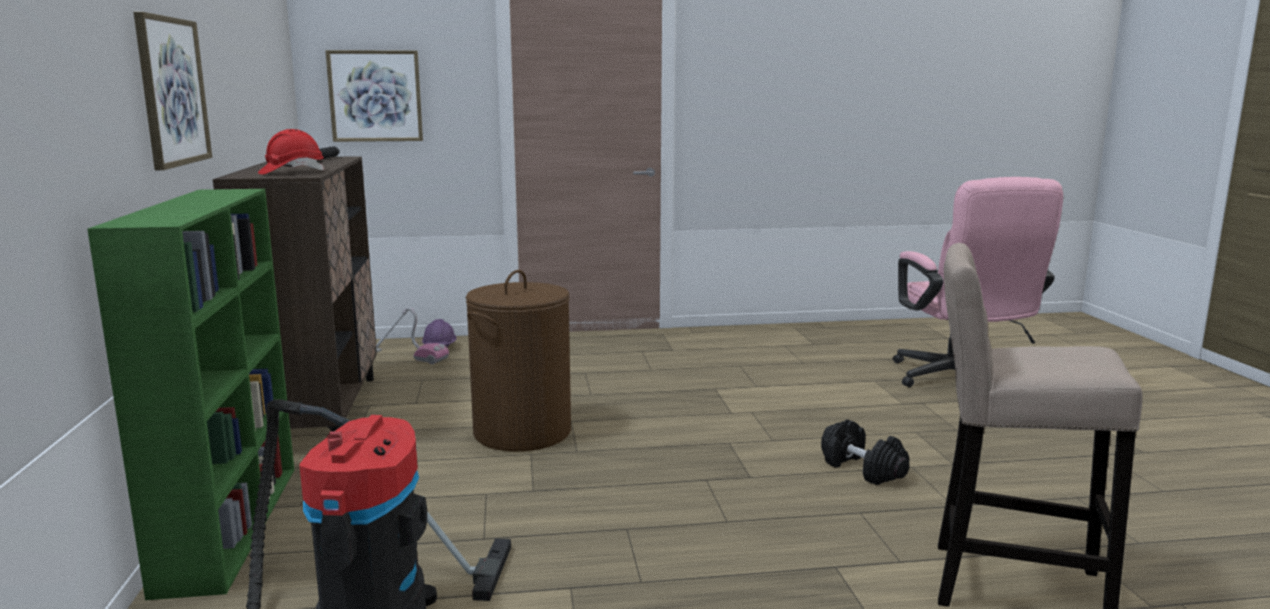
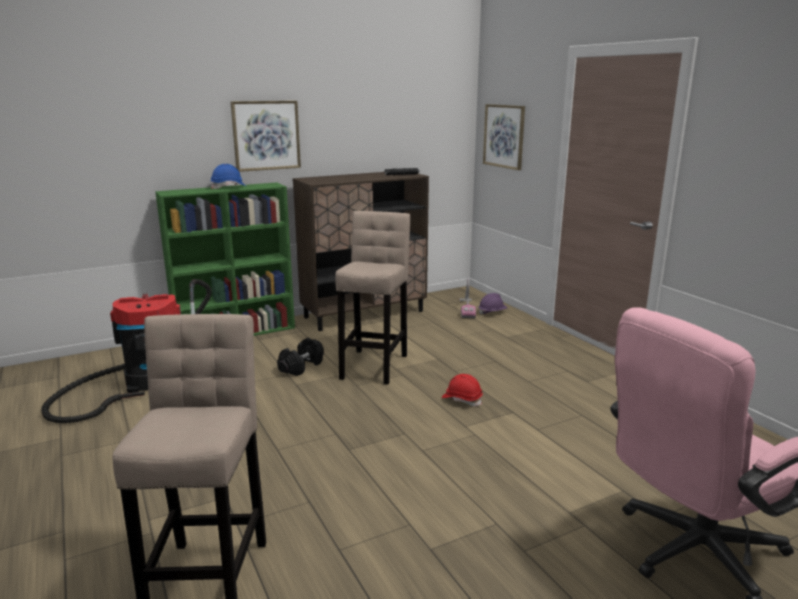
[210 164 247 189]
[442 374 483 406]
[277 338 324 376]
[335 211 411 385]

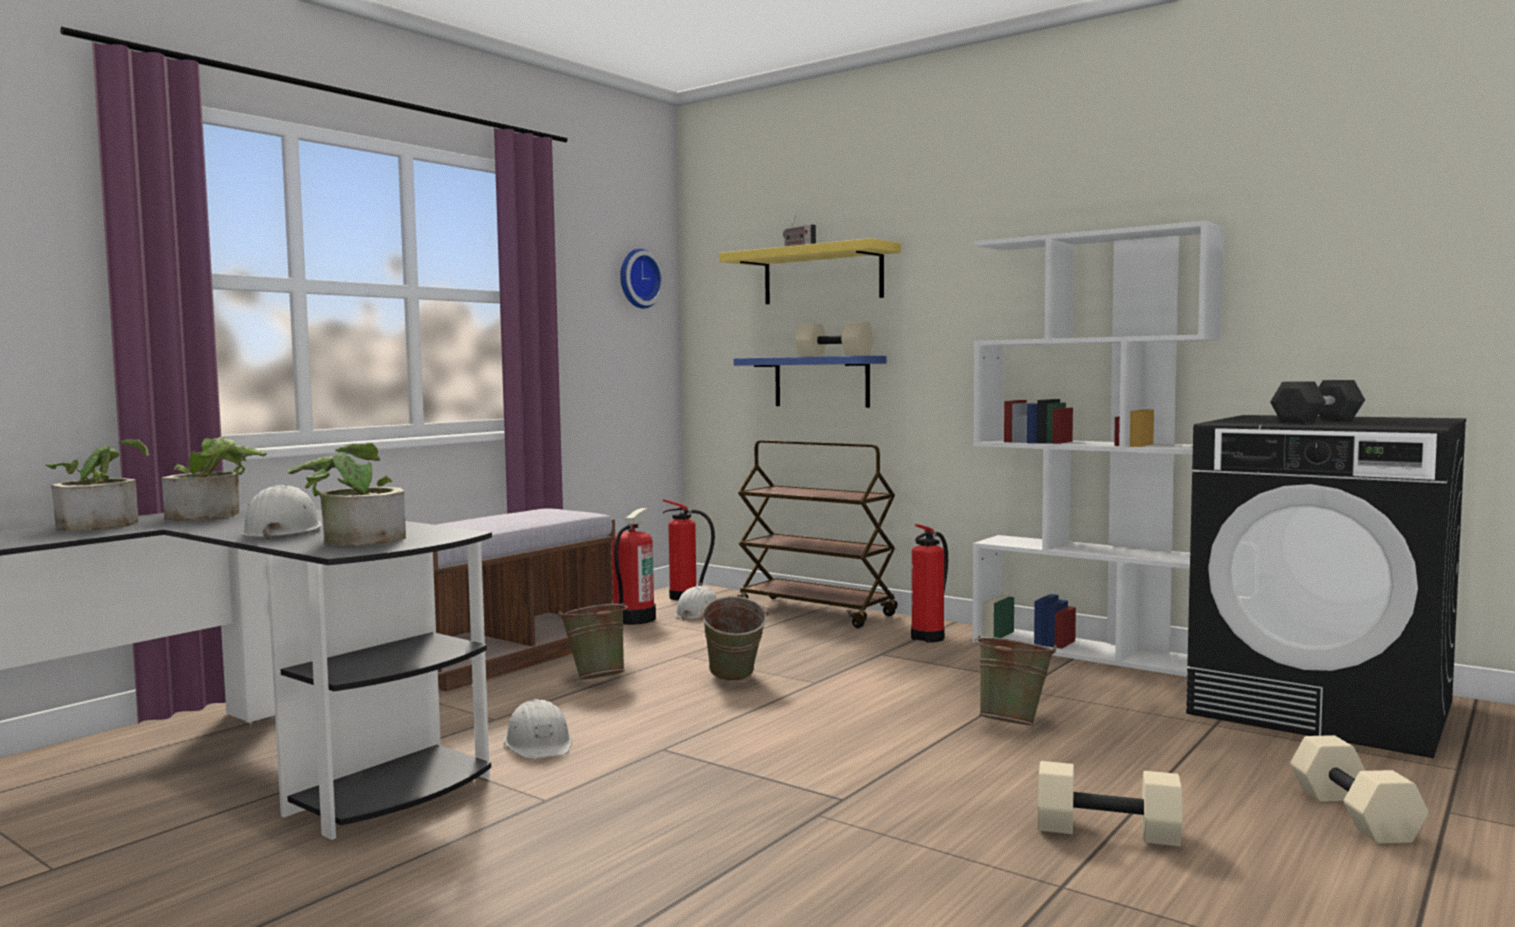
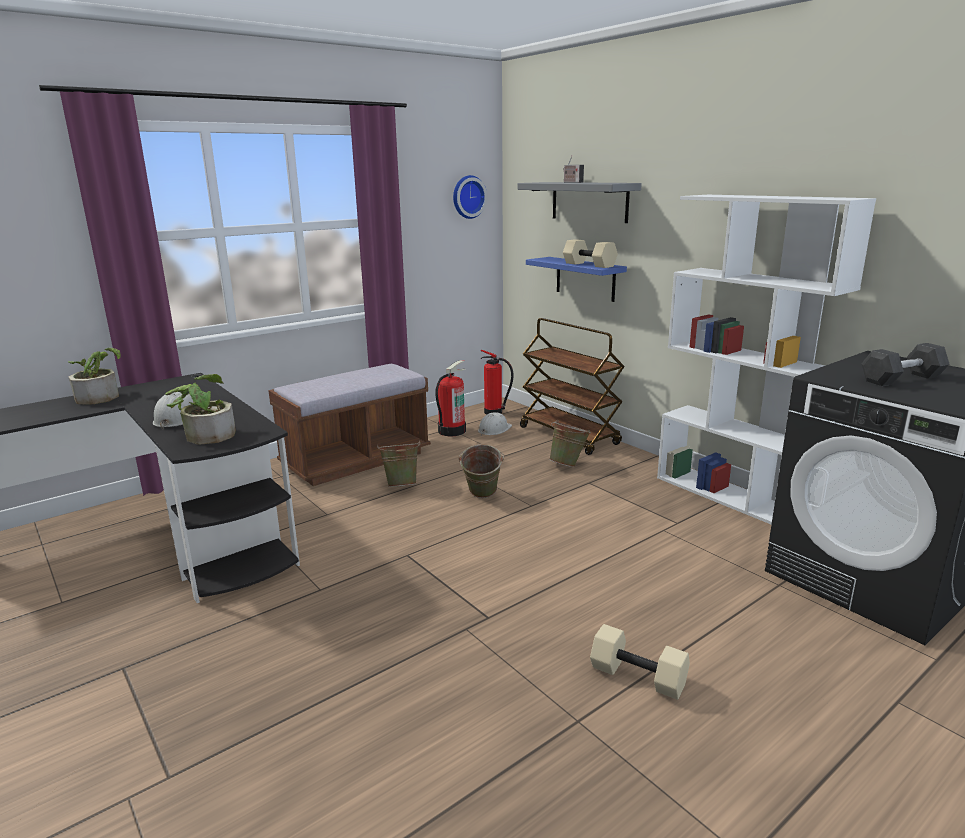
[162 437 267 521] (first image)
[504 699 572 759] (first image)
[911 524 948 642] (first image)
[1290 735 1428 844] (first image)
[549 420 591 467]
[517 182 642 223]

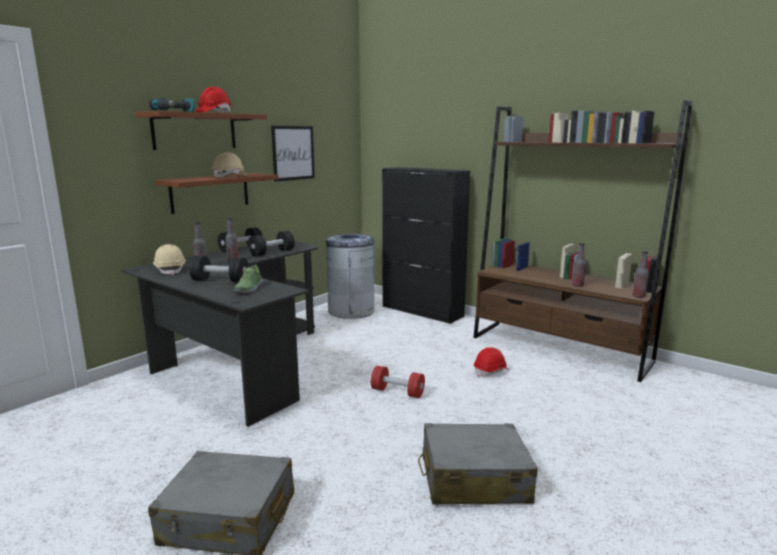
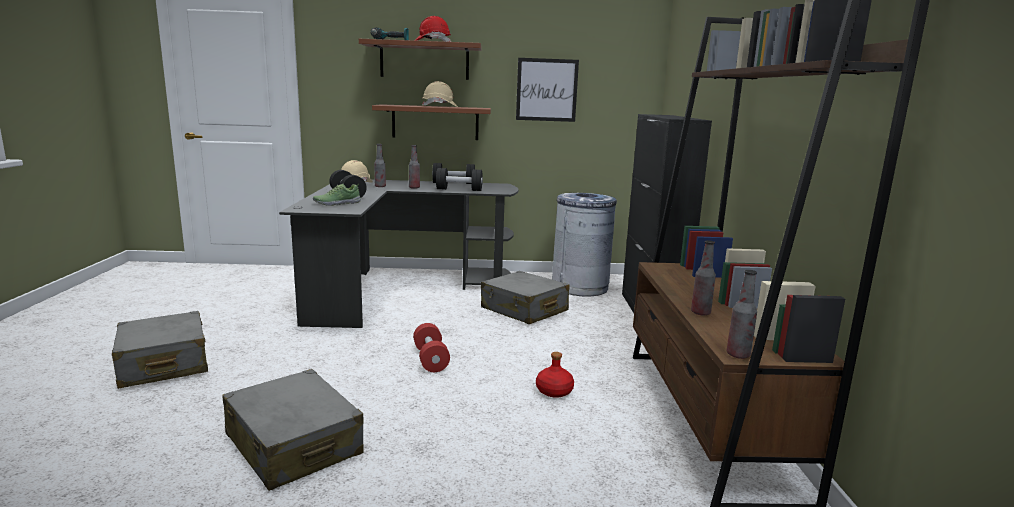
[481 271 569 324]
[536 352 574 398]

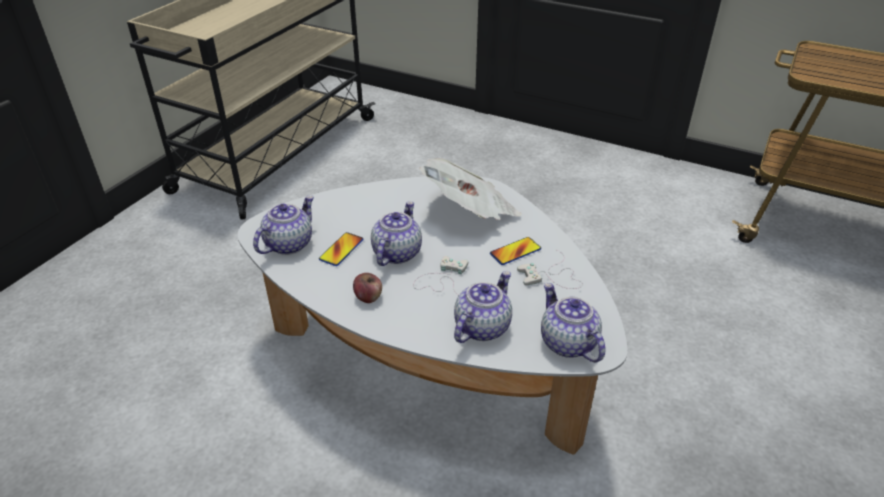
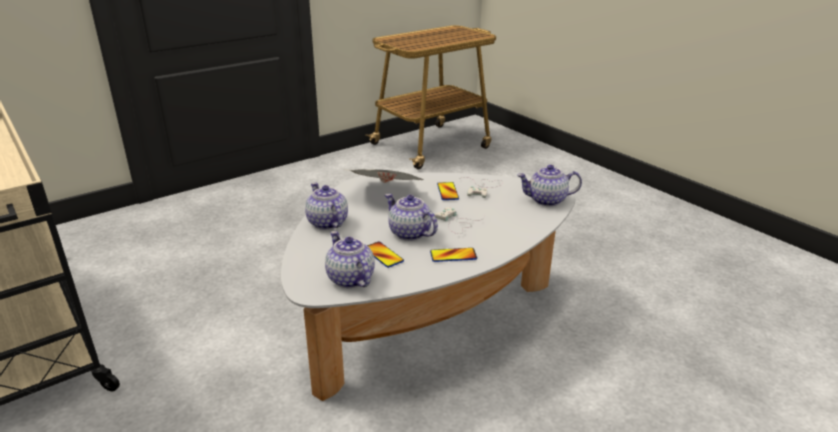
[305 182 348 230]
[430 248 477 262]

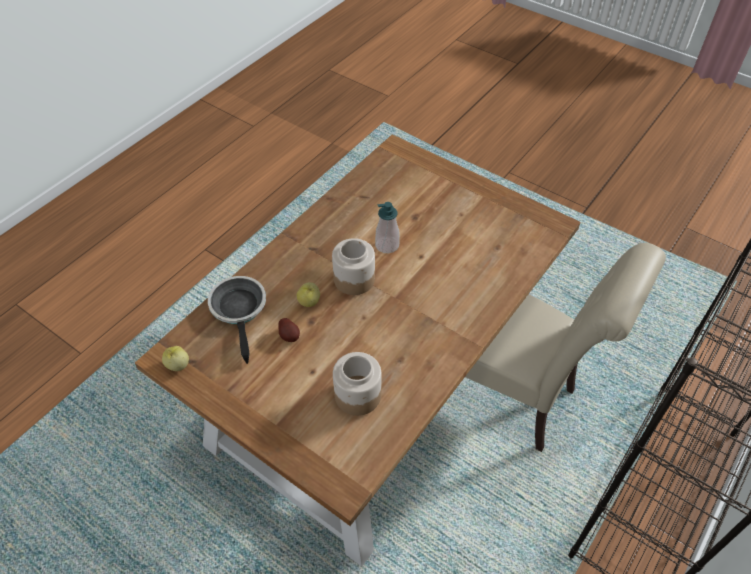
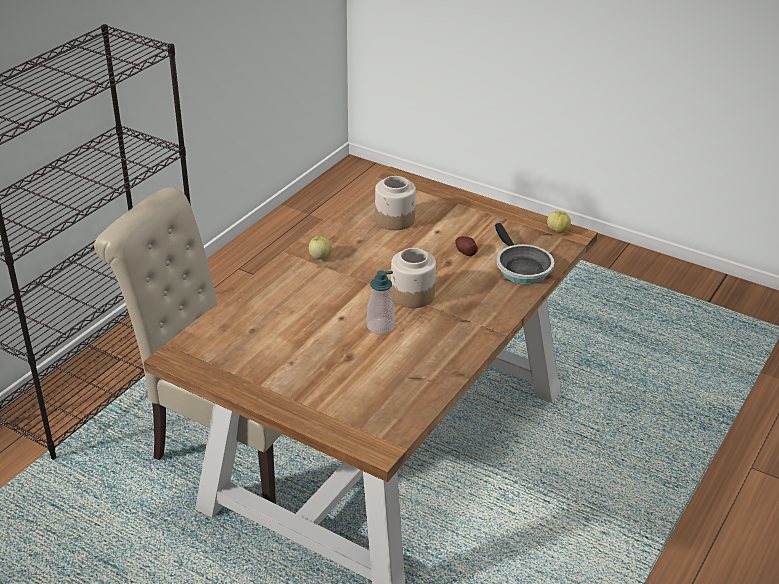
[309 236 332 260]

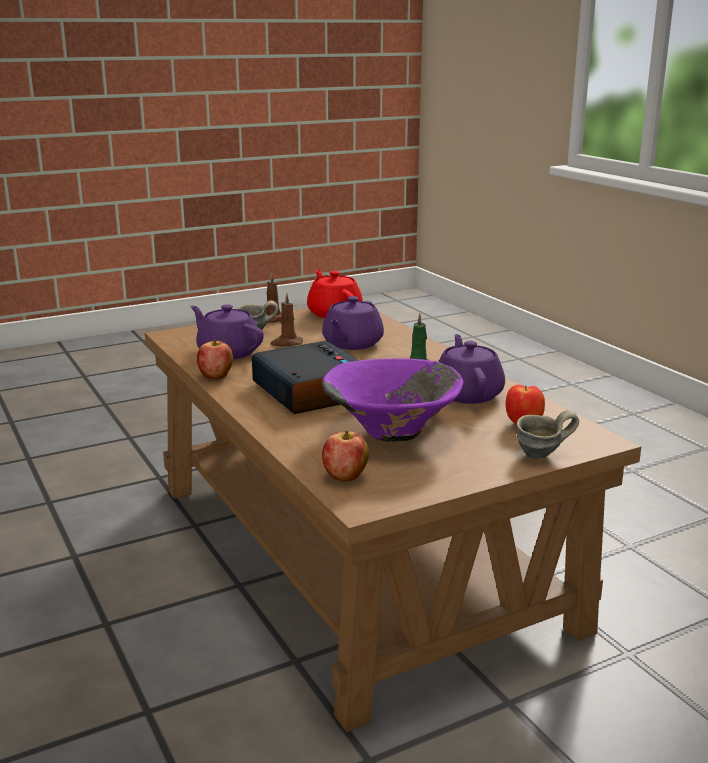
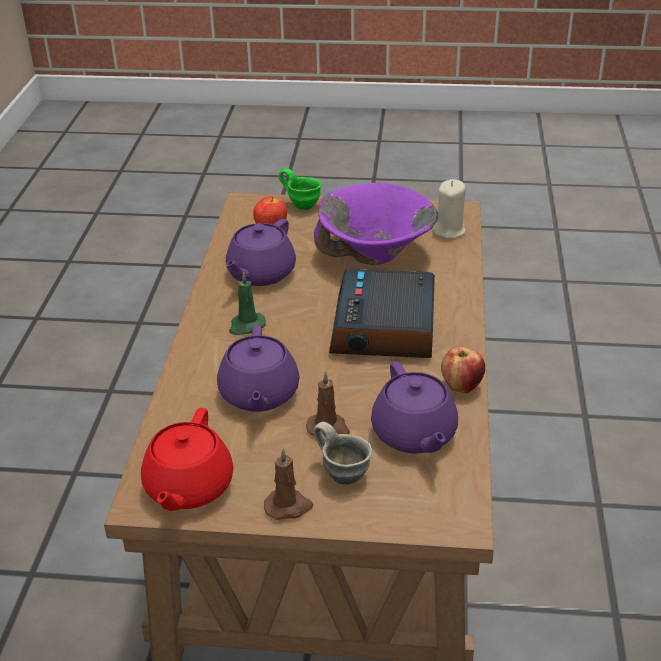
[432 179 466 239]
[279 168 322 210]
[217 325 300 412]

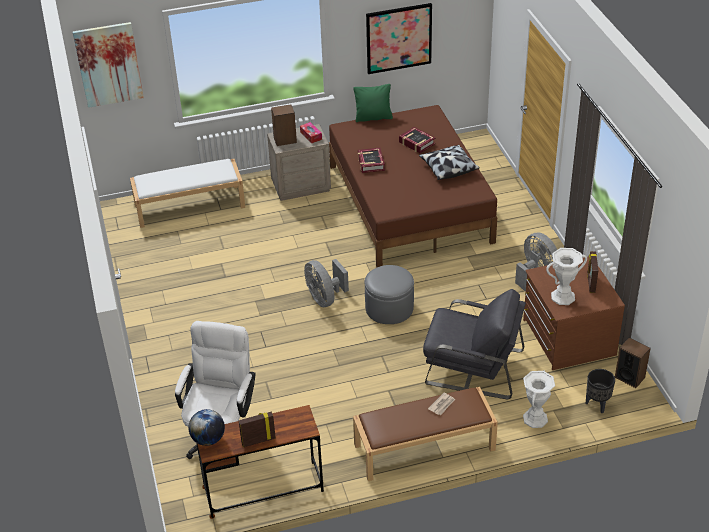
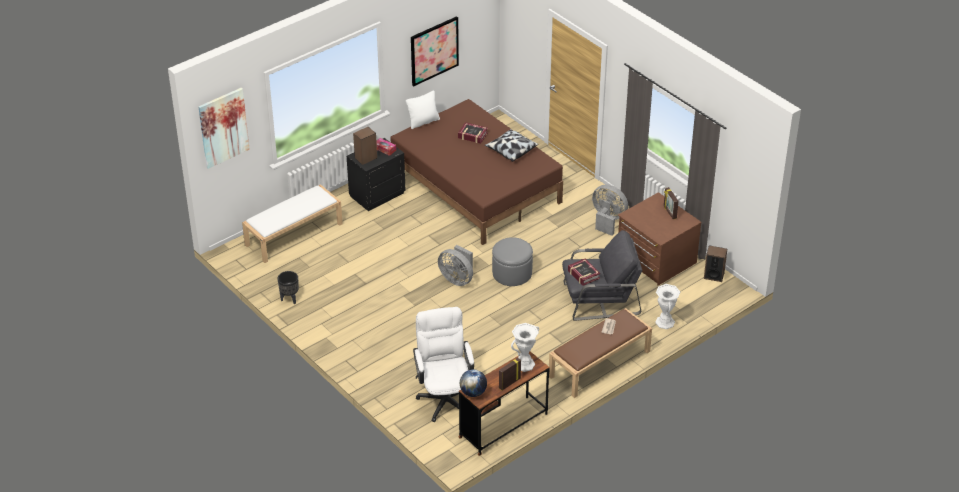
[568 258 600 286]
[511 323 539 372]
[277 271 299 304]
[347 138 406 211]
[406 91 440 129]

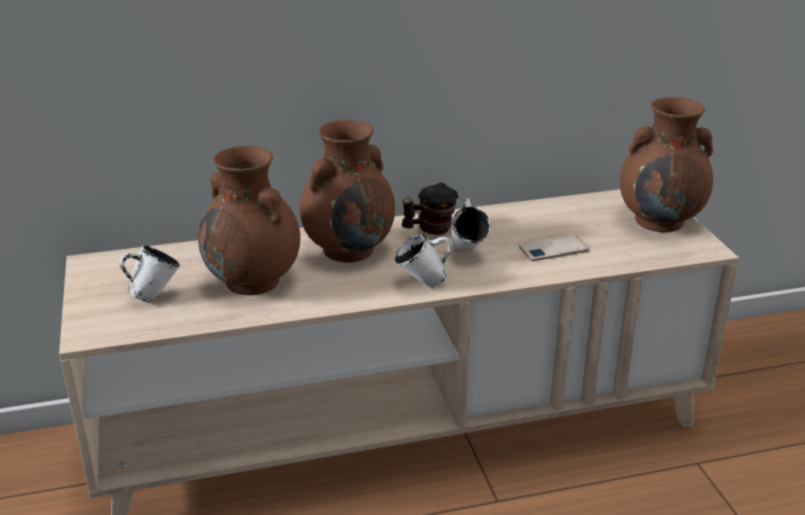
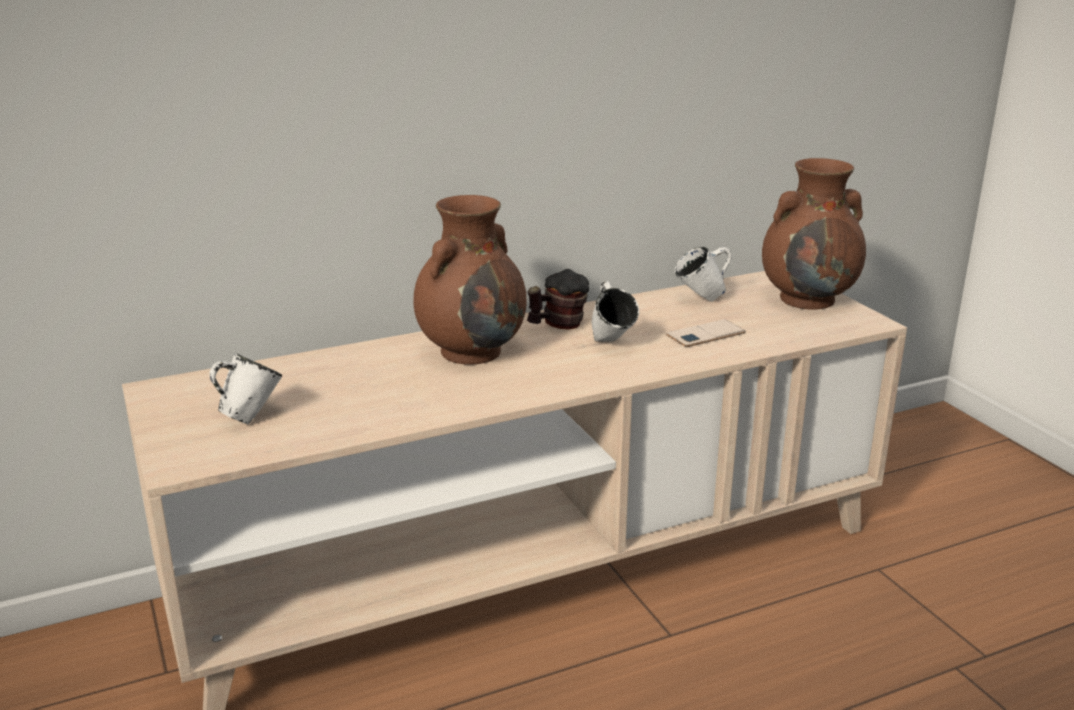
[198 146 300 295] (first image)
[675 247 732 302]

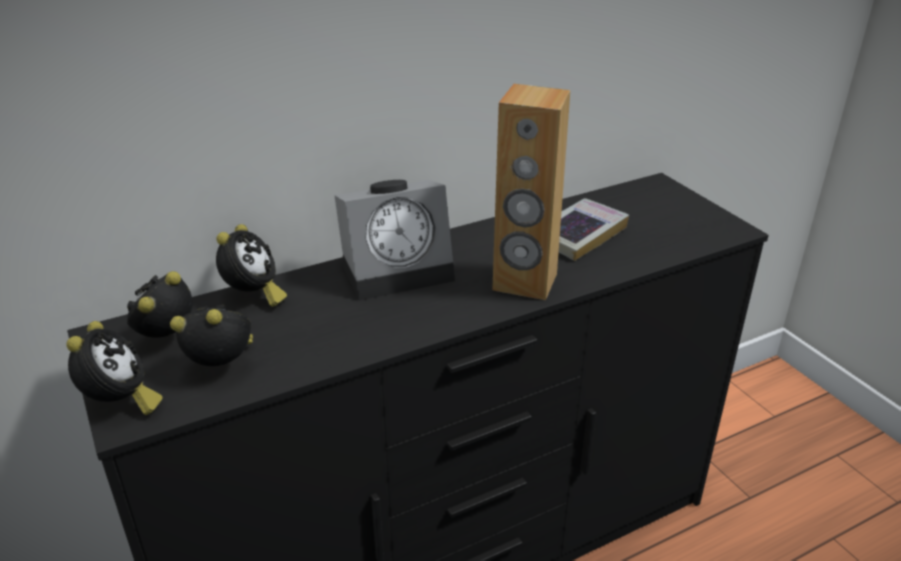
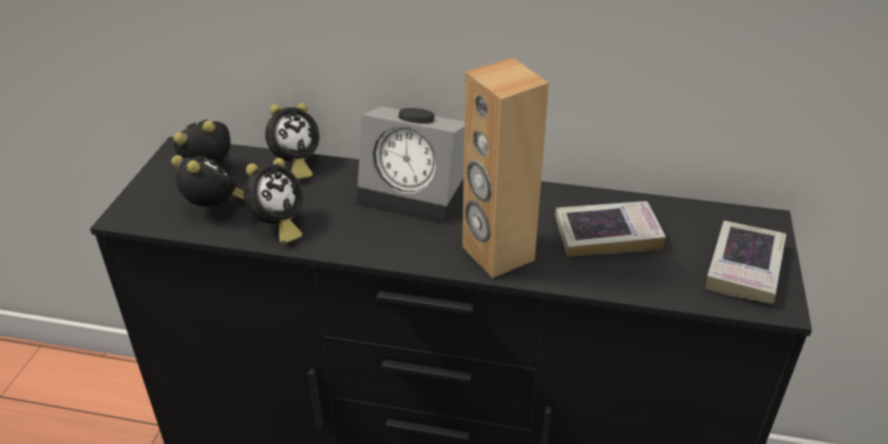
[705 221 786 303]
[244 158 302 244]

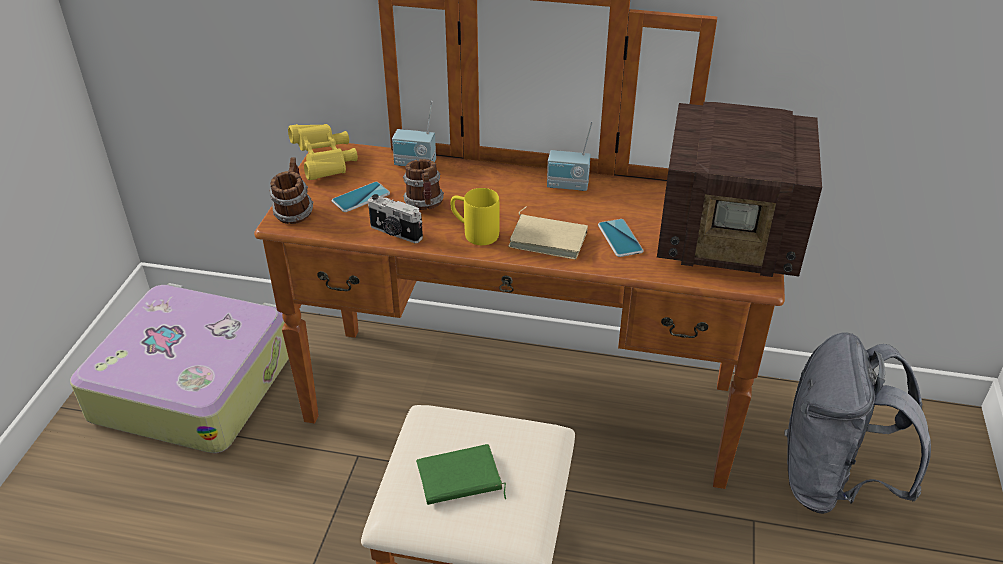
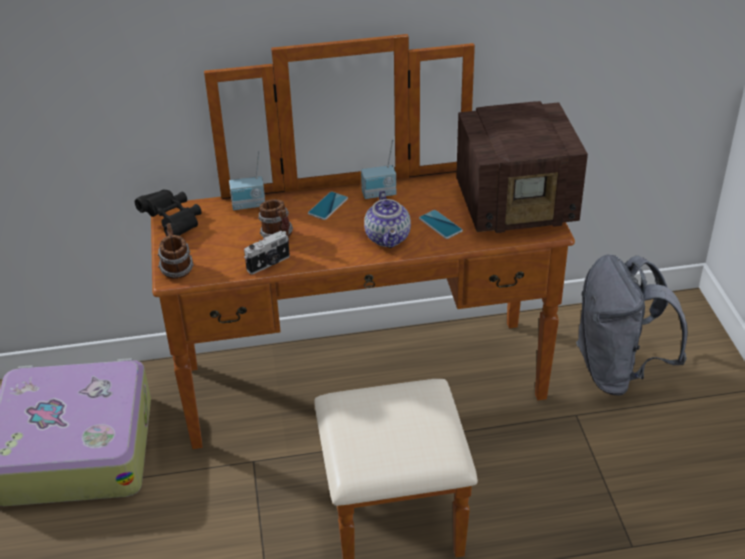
[416 444 506 505] (first image)
[451 188 500 245] (first image)
[308 192 348 220]
[364 190 411 248]
[135 190 202 236]
[244 231 290 274]

